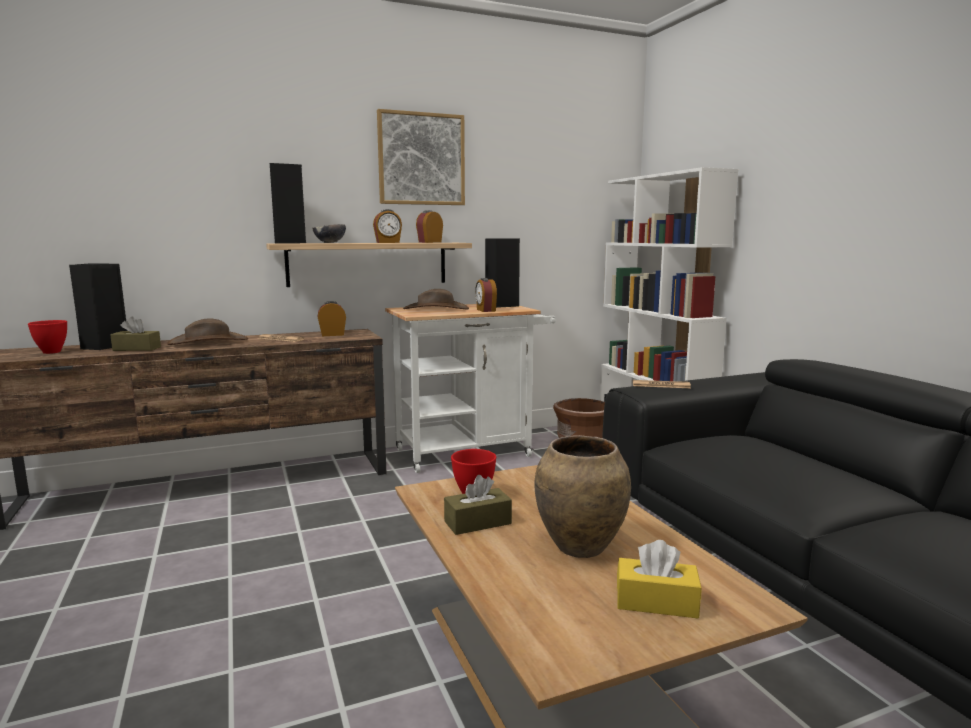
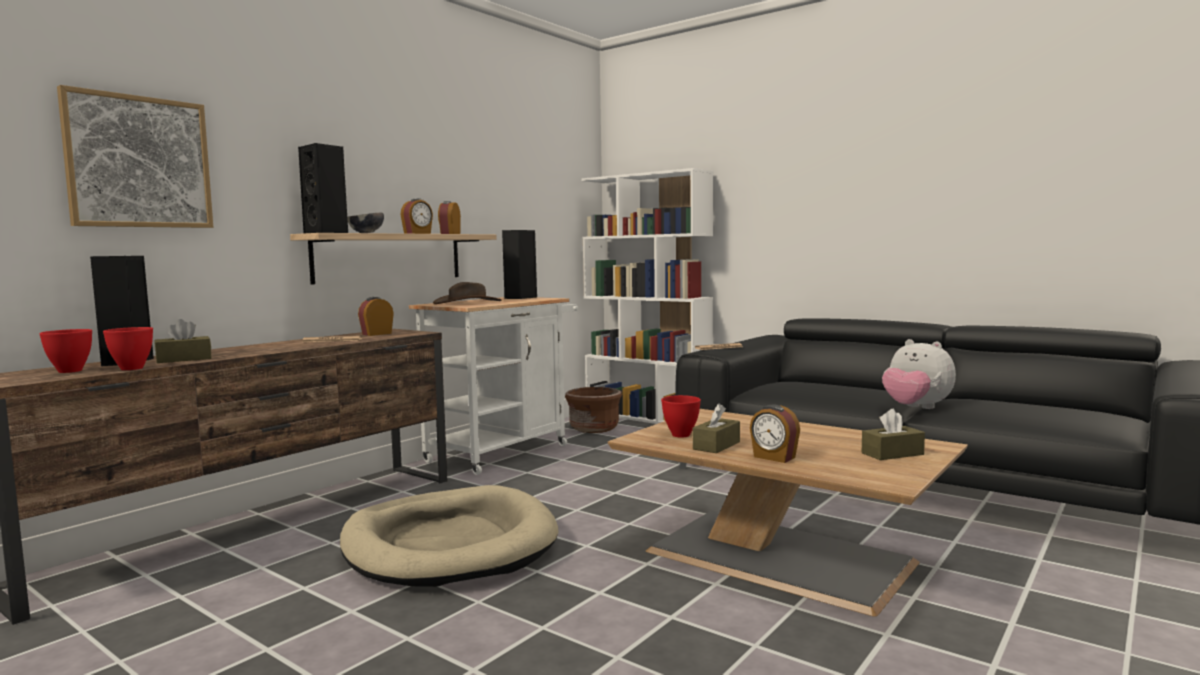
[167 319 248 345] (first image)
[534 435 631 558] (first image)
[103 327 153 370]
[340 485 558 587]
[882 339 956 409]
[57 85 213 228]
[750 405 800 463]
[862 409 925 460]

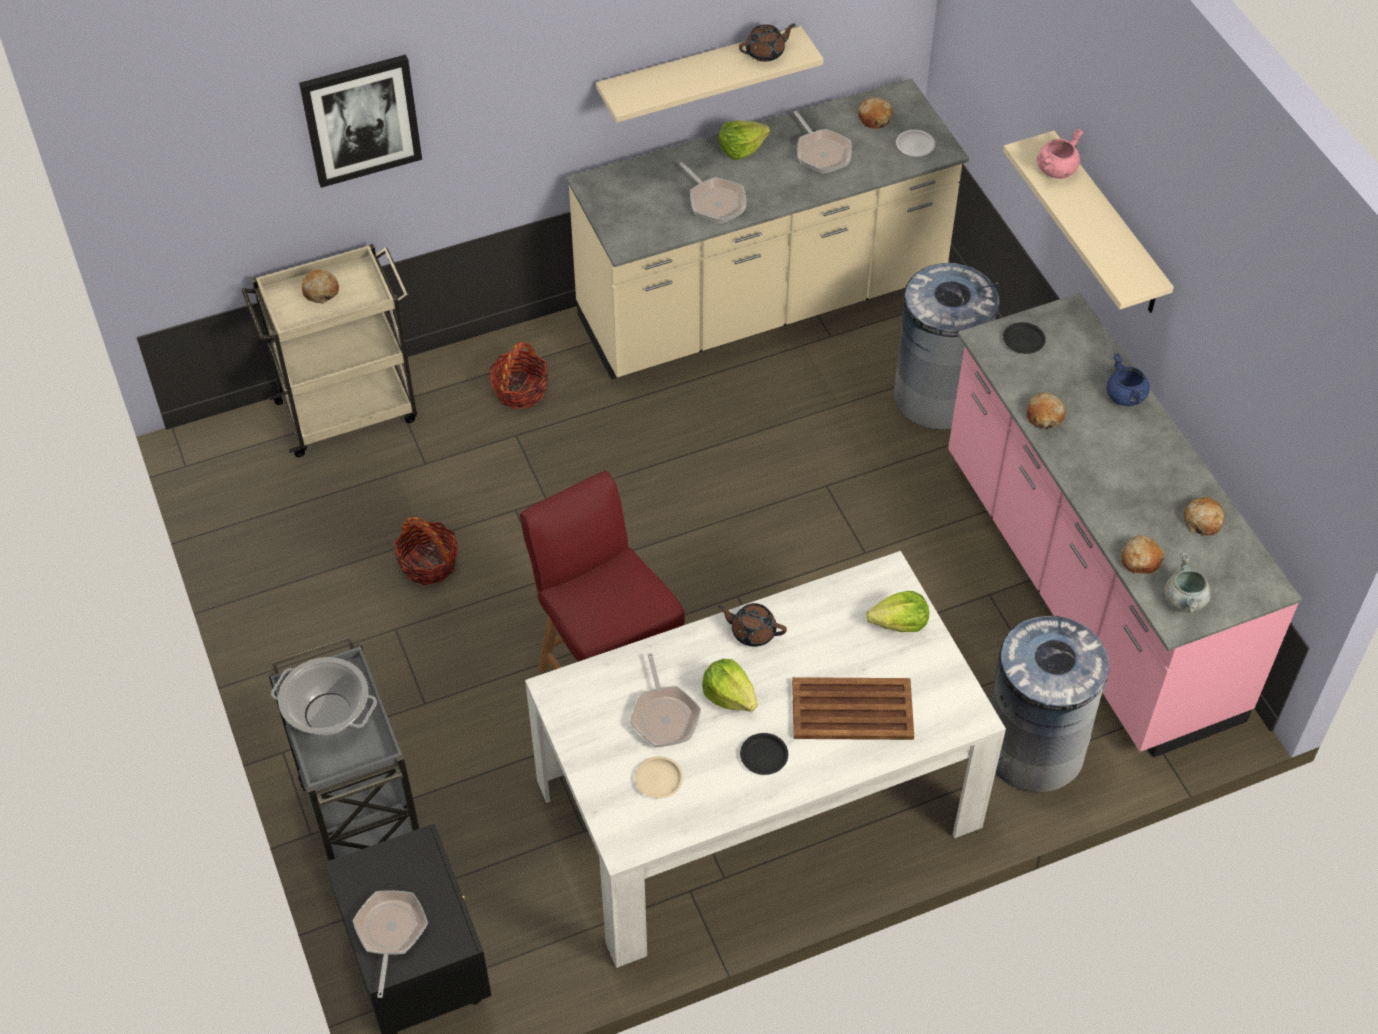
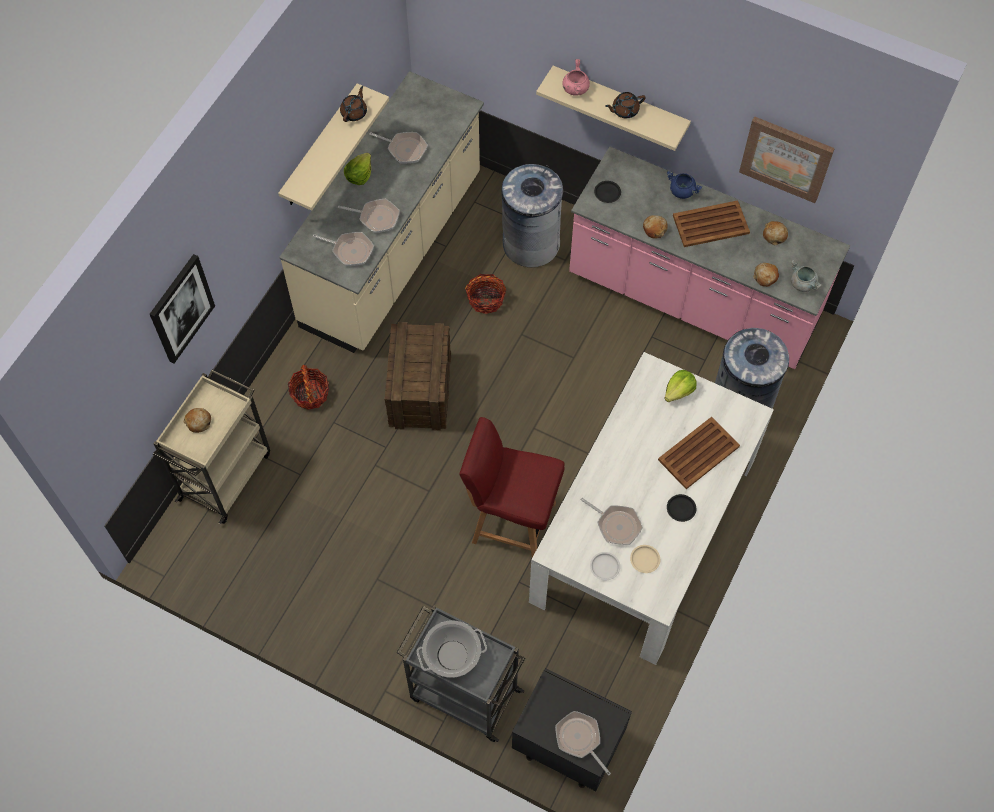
[702 659 758 712] (first image)
[858 98 893 129] (first image)
[313 232 374 266]
[384 322 451 431]
[673 200 750 247]
[739 116 835 203]
[465 274 506 314]
[605 92 645 118]
[590 552 620 581]

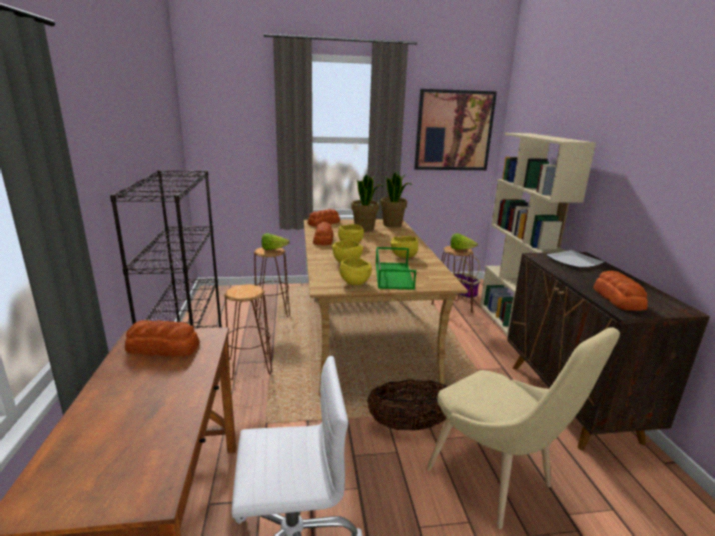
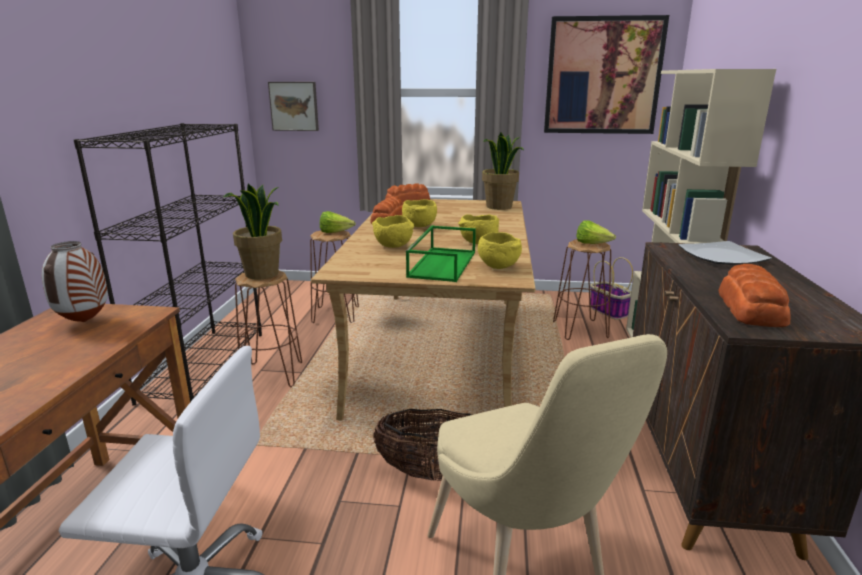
[268 82 319 131]
[478 232 522 269]
[224 184 282 280]
[42 241 108 322]

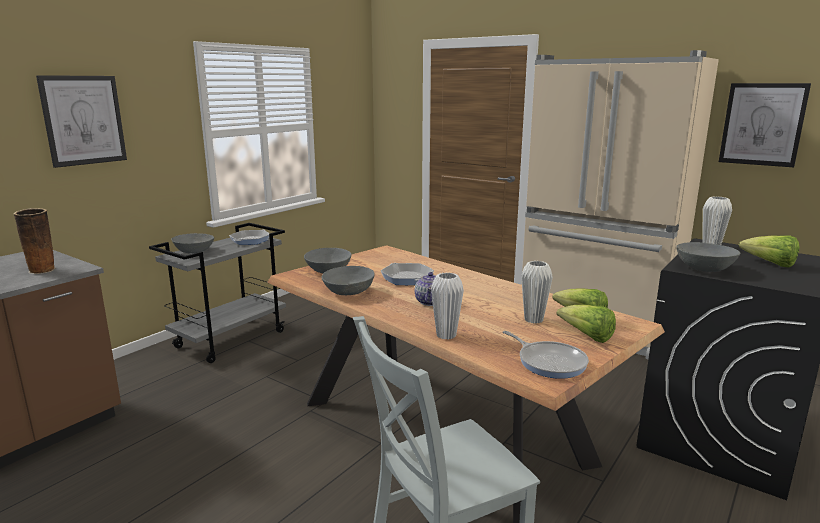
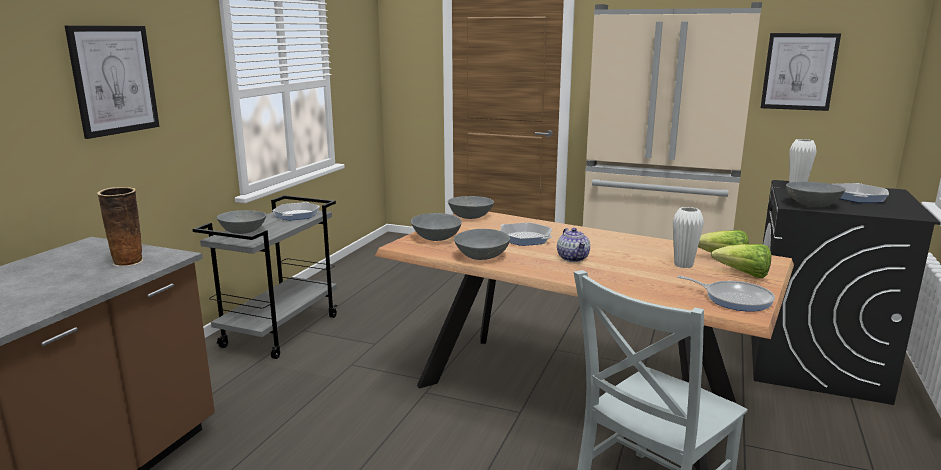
[431 272 464 339] (first image)
[448 196 494 219]
[834 183 889 203]

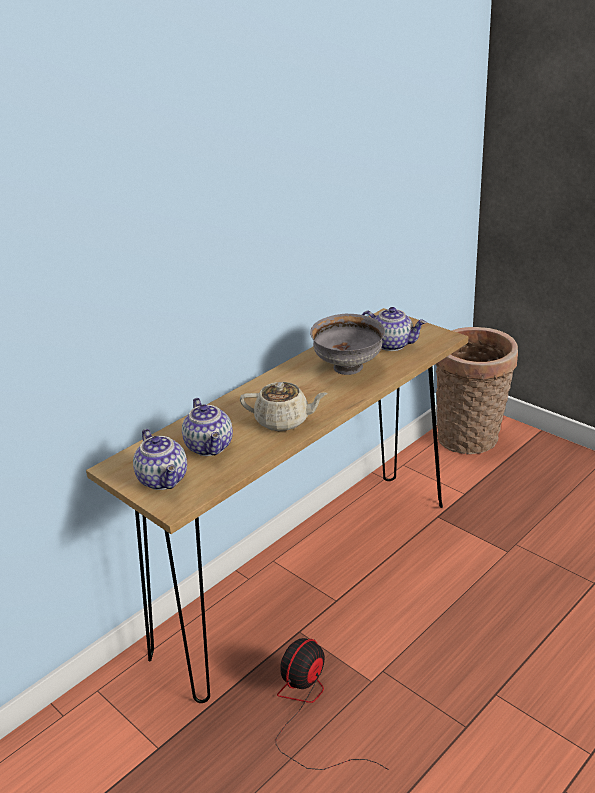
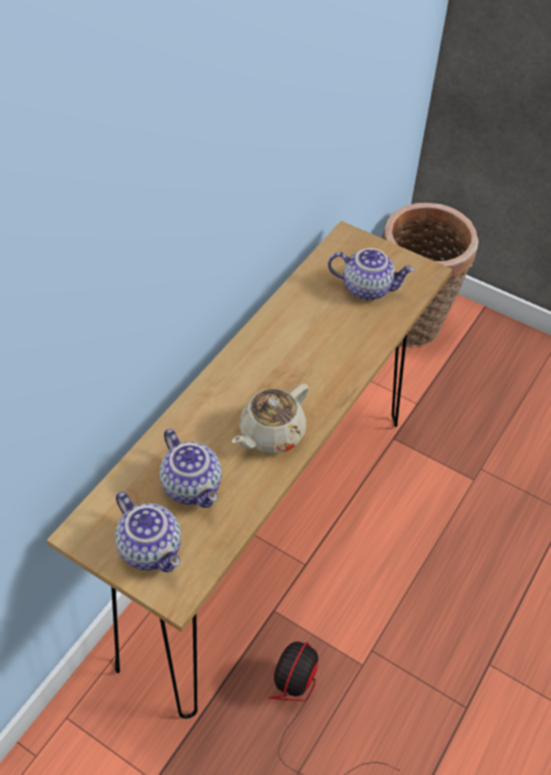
[310 314 385 375] (first image)
[232 384 309 454]

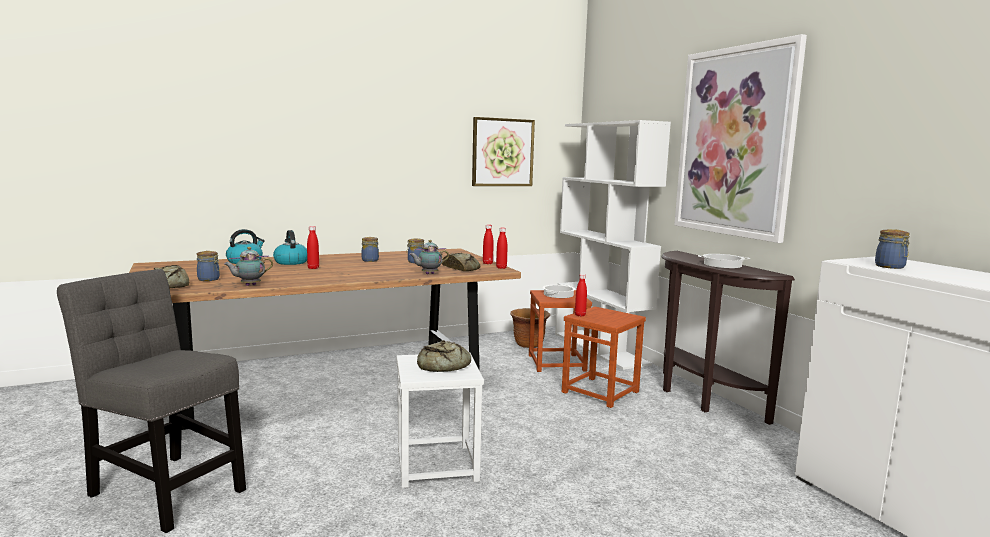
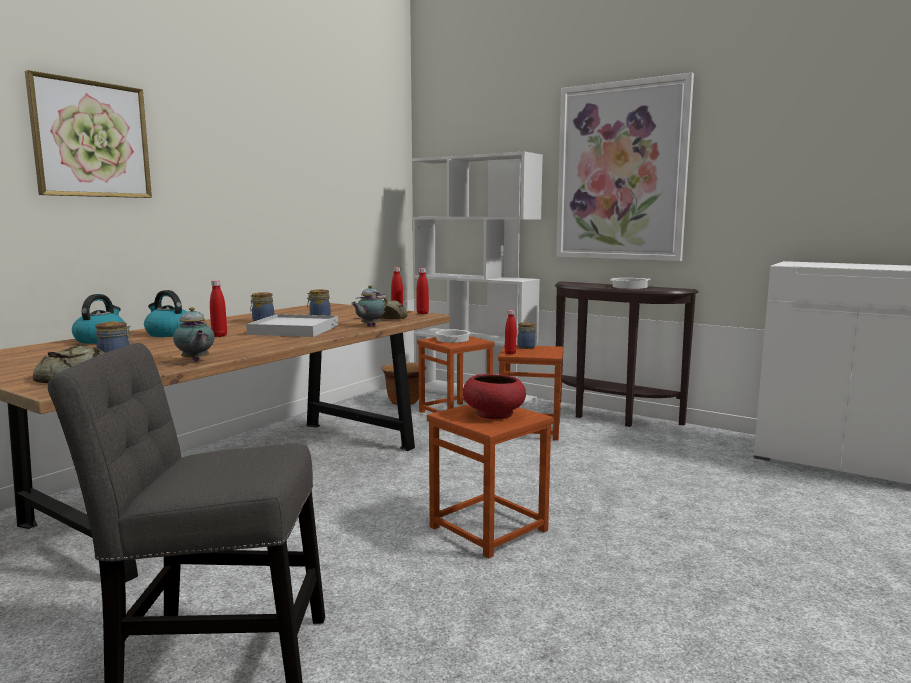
[246 314 338 337]
[25 70 152 198]
[517 322 536 349]
[463 374 526 419]
[427 404 553 559]
[173 307 215 362]

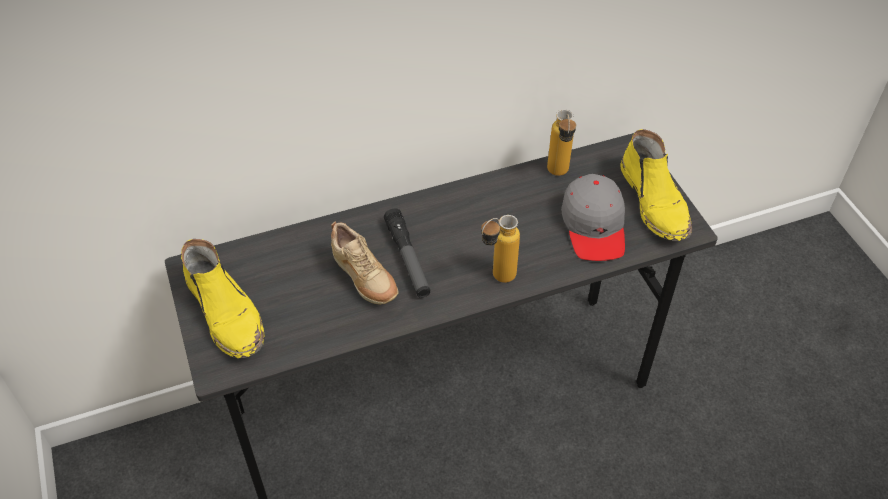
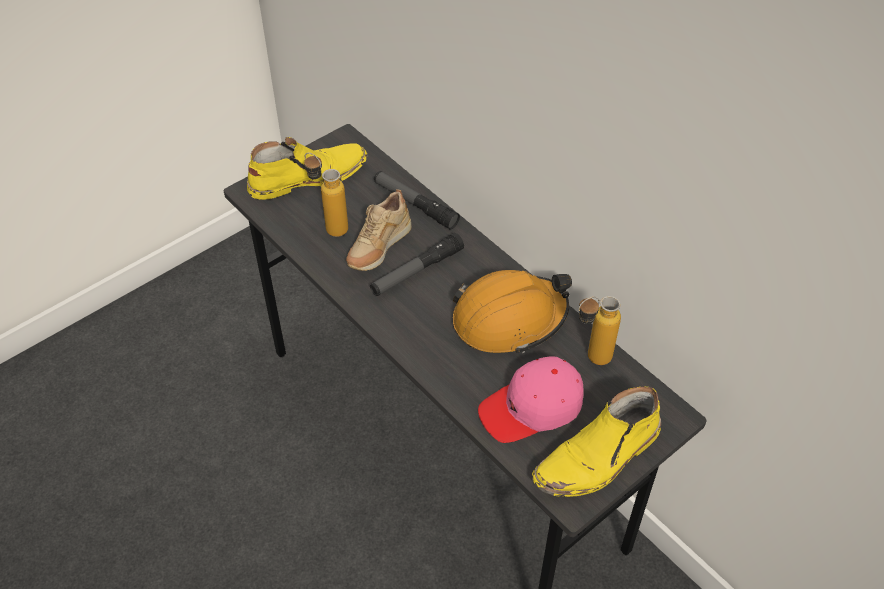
[374 171 460 230]
[453 270 572 354]
[304 153 348 237]
[478 356 584 443]
[247 137 367 200]

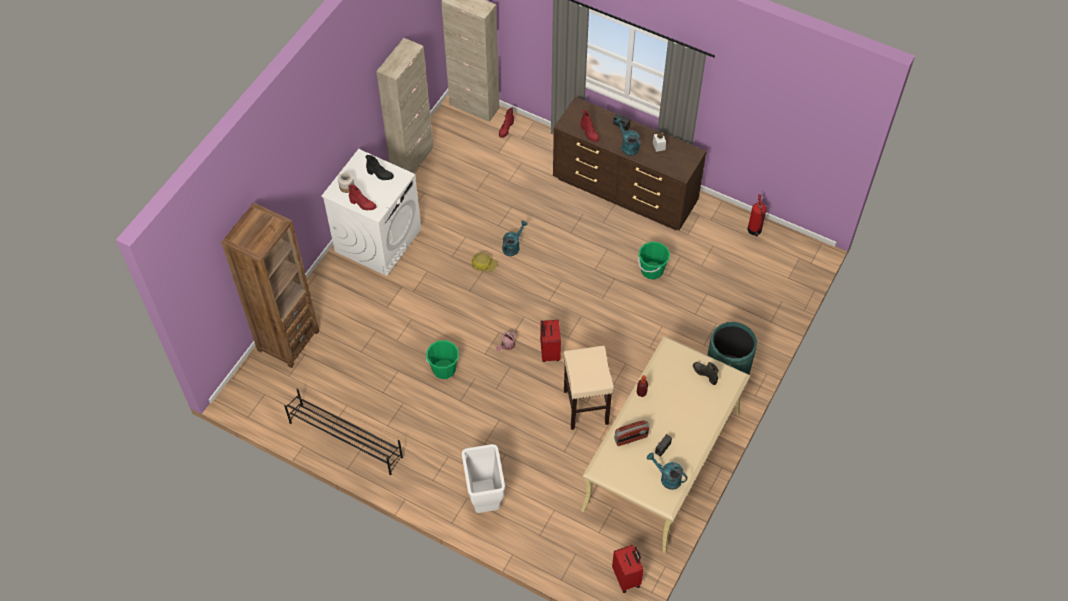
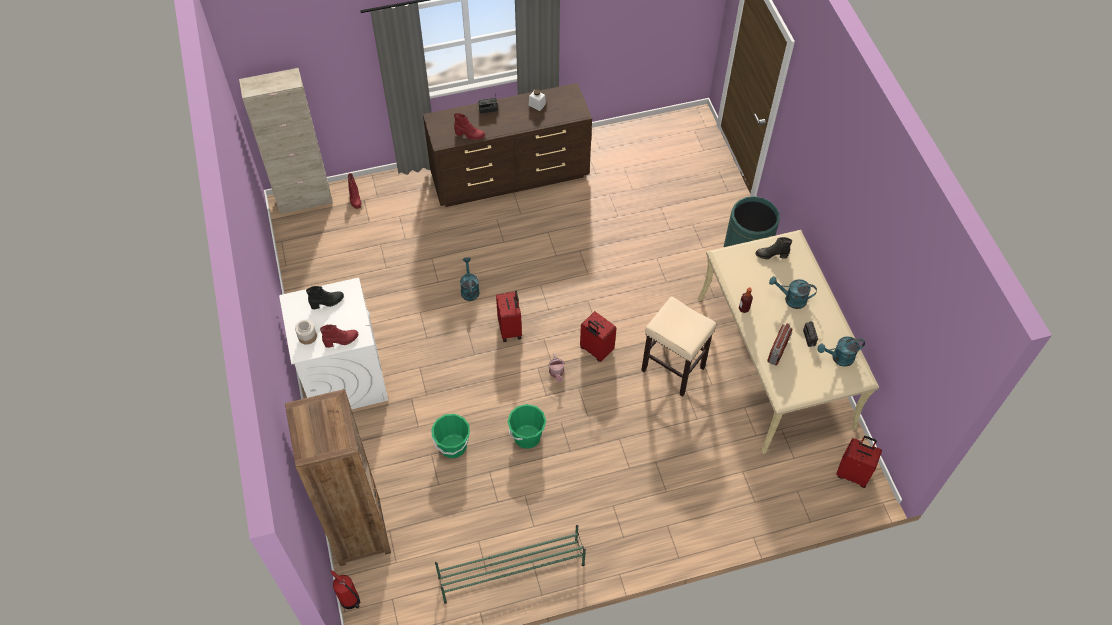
[376 38 433 173] (first image)
[462 444 505 513] (first image)
[471 252 498 271] (first image)
[496 291 522 342]
[769 276 817 309]
[431 414 470 458]
[330 570 360 609]
[435 525 586 604]

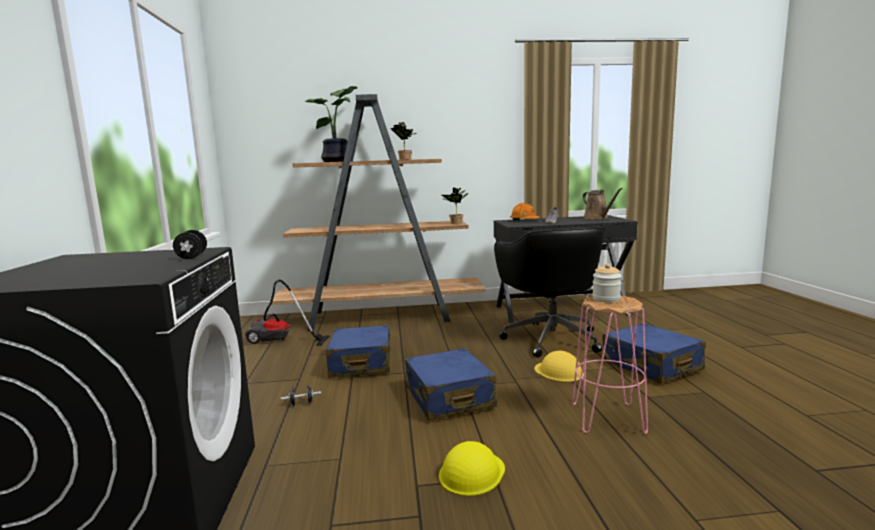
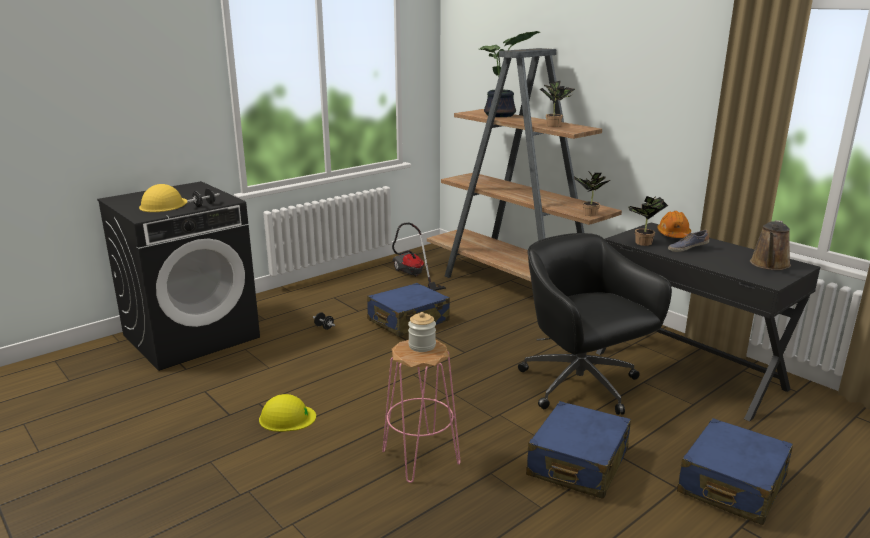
[628 196 668 246]
[677 418 793 525]
[139 184 188 212]
[518 233 672 415]

